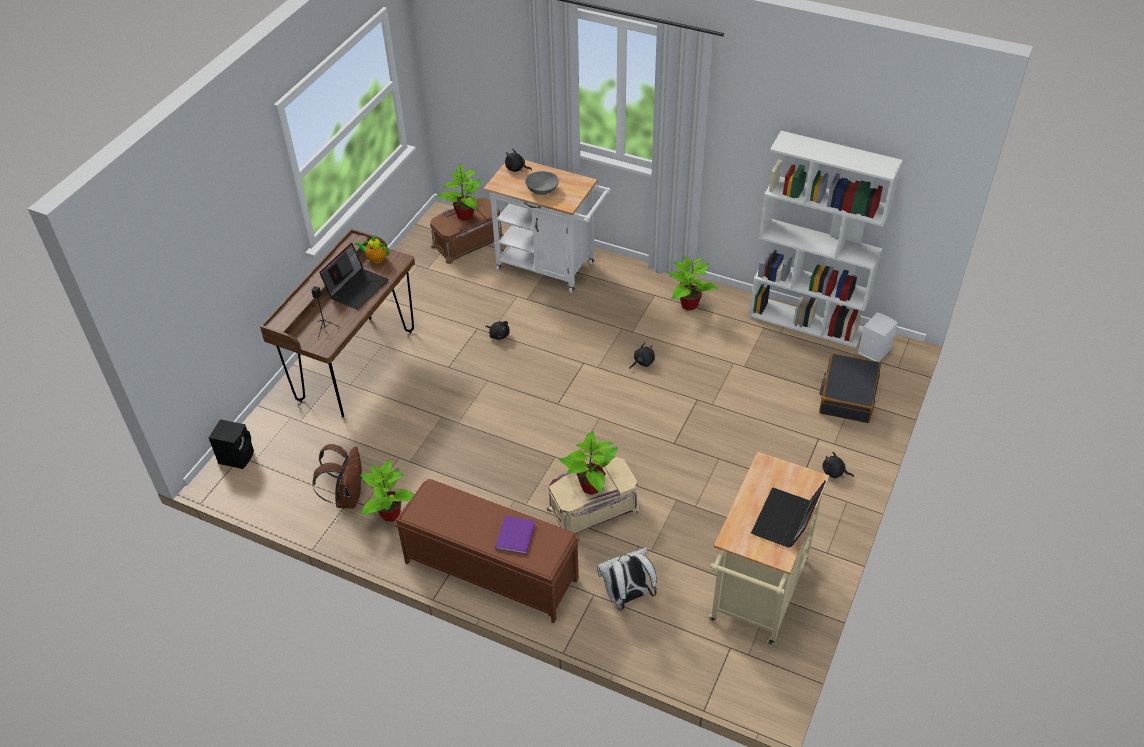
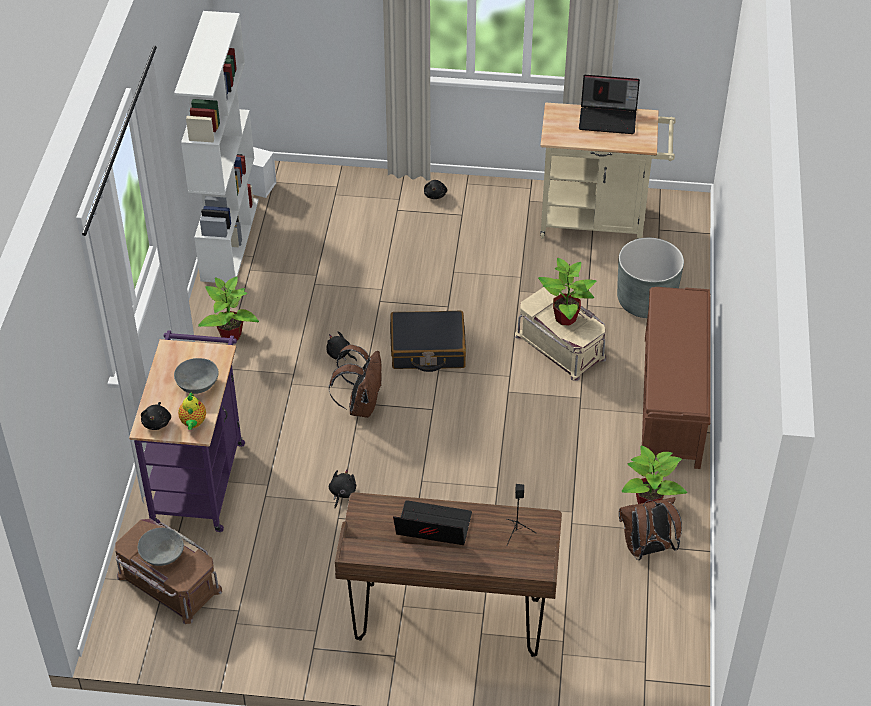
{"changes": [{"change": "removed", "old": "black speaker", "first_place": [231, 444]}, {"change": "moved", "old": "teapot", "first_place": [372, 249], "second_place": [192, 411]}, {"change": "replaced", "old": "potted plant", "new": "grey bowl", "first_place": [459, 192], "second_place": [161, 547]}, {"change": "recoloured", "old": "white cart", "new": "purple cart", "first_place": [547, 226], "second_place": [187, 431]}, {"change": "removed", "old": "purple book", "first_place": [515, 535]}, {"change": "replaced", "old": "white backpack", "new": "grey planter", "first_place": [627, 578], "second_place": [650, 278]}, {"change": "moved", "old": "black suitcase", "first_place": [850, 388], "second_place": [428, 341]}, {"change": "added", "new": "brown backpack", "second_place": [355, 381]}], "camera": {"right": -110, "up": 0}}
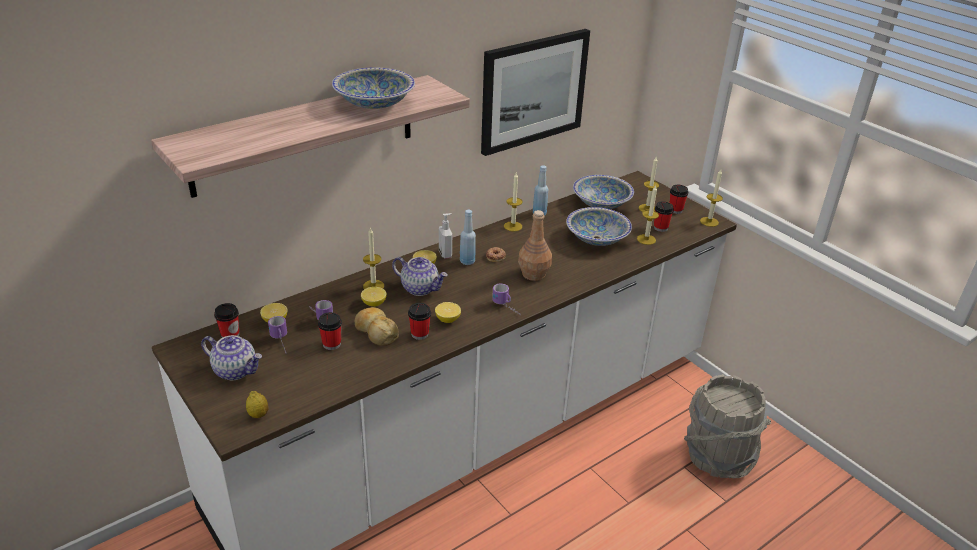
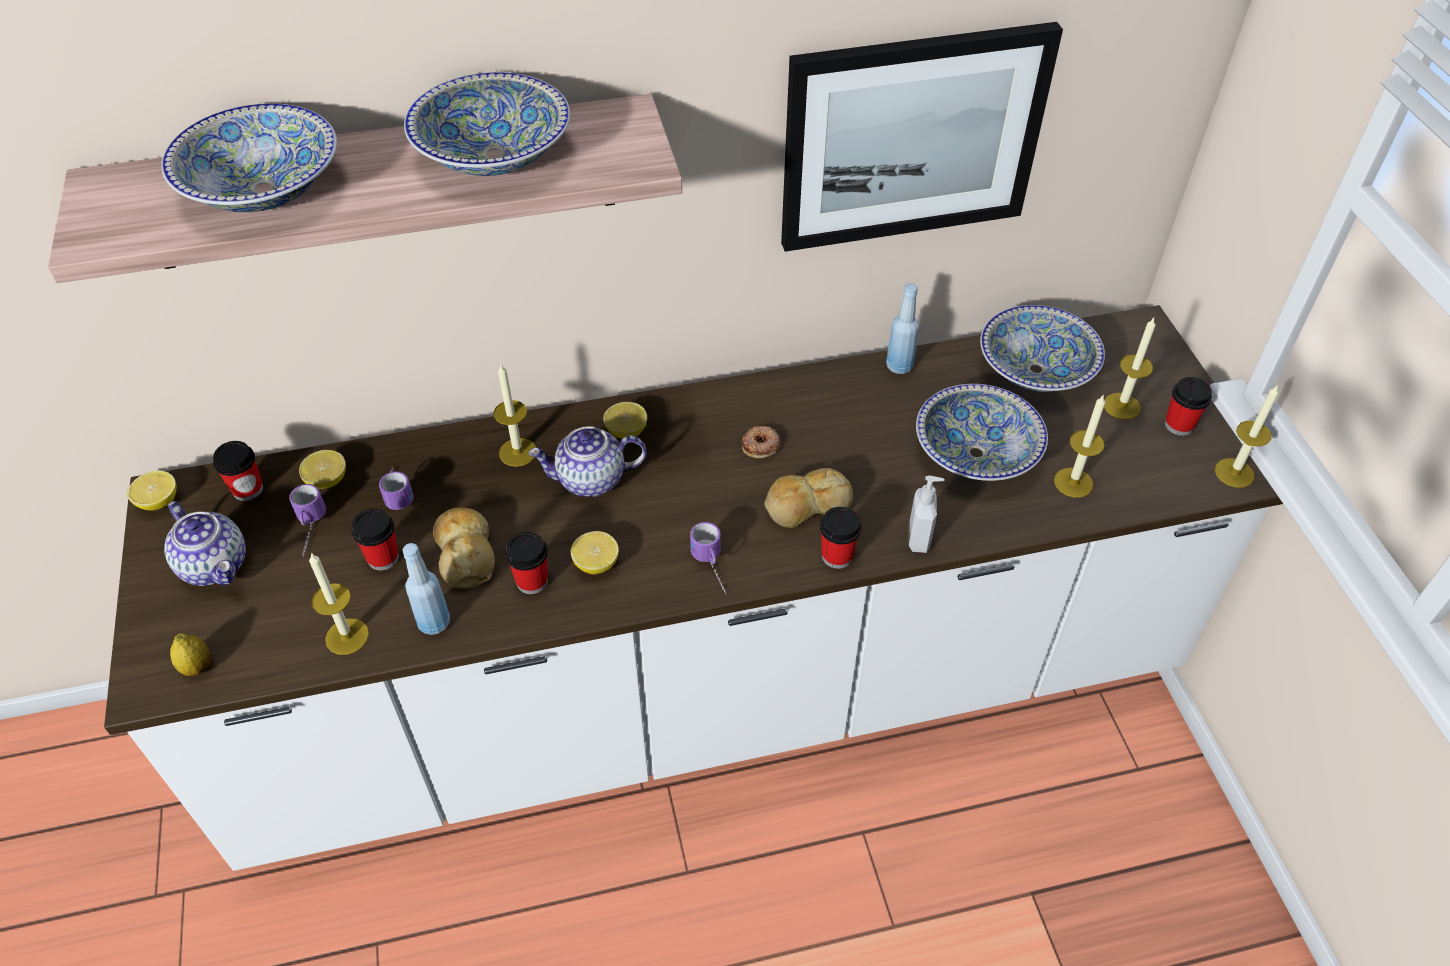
{"changes": [{"change": "moved", "old": "lemon", "first_place": [374, 297], "second_place": [152, 490]}, {"change": "turned", "old": "teapot", "first_place": [420, 276], "second_place": [587, 461], "degrees": 120}, {"change": "moved", "old": "soap dispenser", "first_place": [445, 235], "second_place": [927, 514]}, {"change": "moved", "old": "blue bottle", "first_place": [468, 237], "second_place": [426, 589]}, {"change": "moved", "old": "candle", "first_place": [513, 202], "second_place": [339, 604]}, {"change": "replaced", "old": "brown bottle", "new": "bread", "first_place": [535, 245], "second_place": [808, 498]}, {"change": "moved", "old": "cup", "first_place": [664, 216], "second_place": [841, 538]}, {"change": "removed", "old": "grey bucket", "first_place": [727, 426]}, {"change": "added", "new": "bowl", "second_place": [249, 157]}], "camera": {"right": 25, "up": 15}}
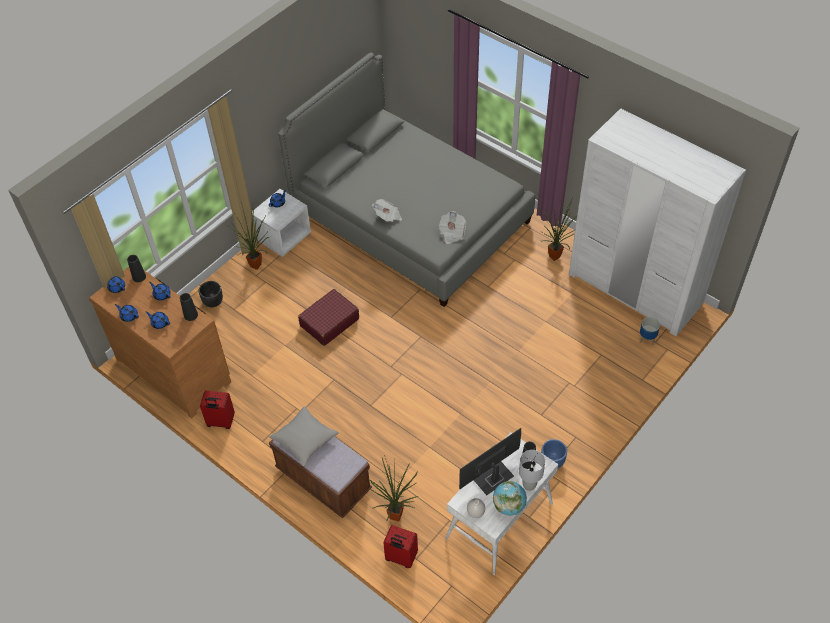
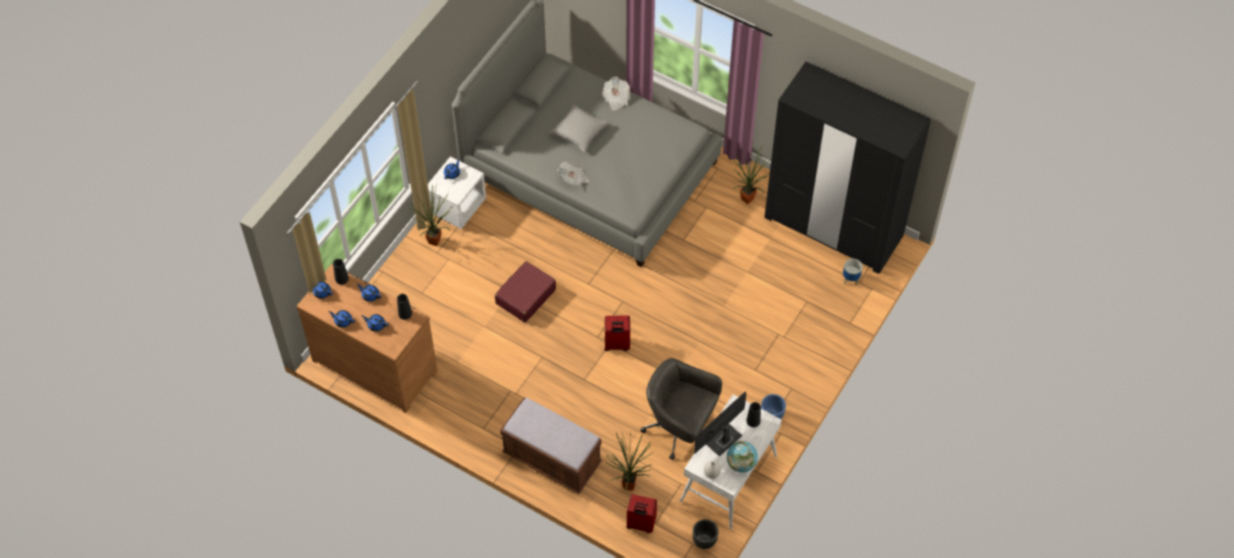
{"changes": [{"change": "moved", "old": "black planter", "first_place": [211, 294], "second_place": [706, 534]}, {"change": "moved", "old": "red suitcase", "first_place": [217, 410], "second_place": [617, 333]}, {"change": "moved", "old": "grey pillow", "first_place": [304, 436], "second_place": [579, 128]}, {"change": "moved", "old": "newspaper", "first_place": [452, 227], "second_place": [616, 94]}, {"change": "removed", "old": "grey table lamp", "first_place": [532, 470]}, {"change": "recoloured", "old": "white wardrobe", "new": "black wardrobe", "first_place": [657, 222], "second_place": [847, 168]}, {"change": "added", "new": "grey office chair", "second_place": [681, 409]}], "camera": {"right": -10, "up": 5}}
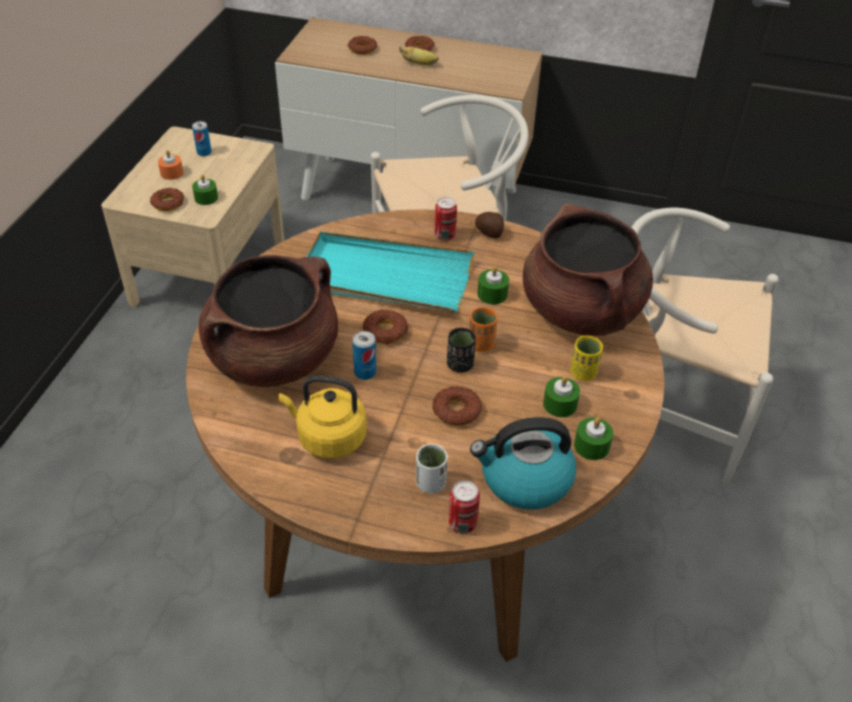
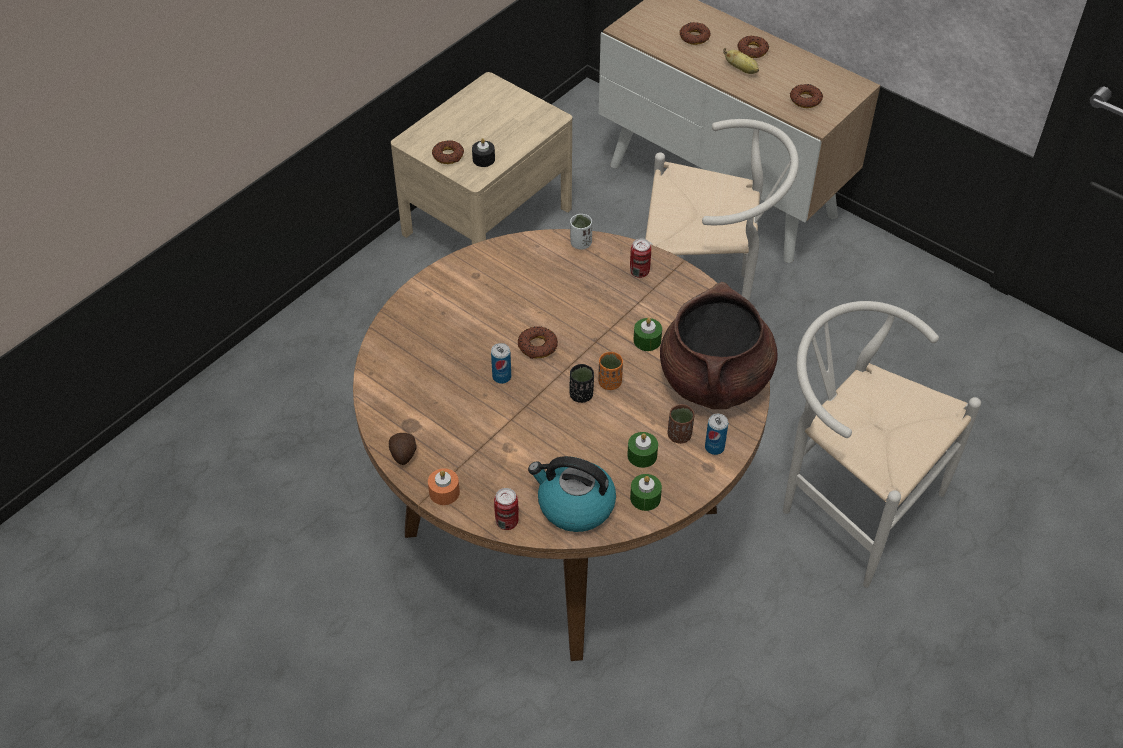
{"changes": [{"change": "moved", "old": "orange candle", "first_place": [170, 165], "second_place": [444, 486]}, {"change": "moved", "old": "can", "first_place": [202, 138], "second_place": [716, 434]}, {"change": "recoloured", "old": "green candle", "new": "black candle", "first_place": [205, 190], "second_place": [483, 152]}, {"change": "removed", "old": "brown cooking pot", "first_place": [268, 321]}, {"change": "removed", "old": "yellow kettle", "first_place": [323, 417]}, {"change": "removed", "old": "turquoise tray", "first_place": [390, 271]}, {"change": "moved", "old": "white cup", "first_place": [432, 468], "second_place": [581, 232]}, {"change": "moved", "old": "donut", "first_place": [457, 406], "second_place": [806, 96]}, {"change": "moved", "old": "potato", "first_place": [489, 225], "second_place": [403, 449]}, {"change": "recoloured", "old": "yellow cup", "new": "brown cup", "first_place": [586, 358], "second_place": [681, 424]}], "camera": {"right": 25, "up": 5}}
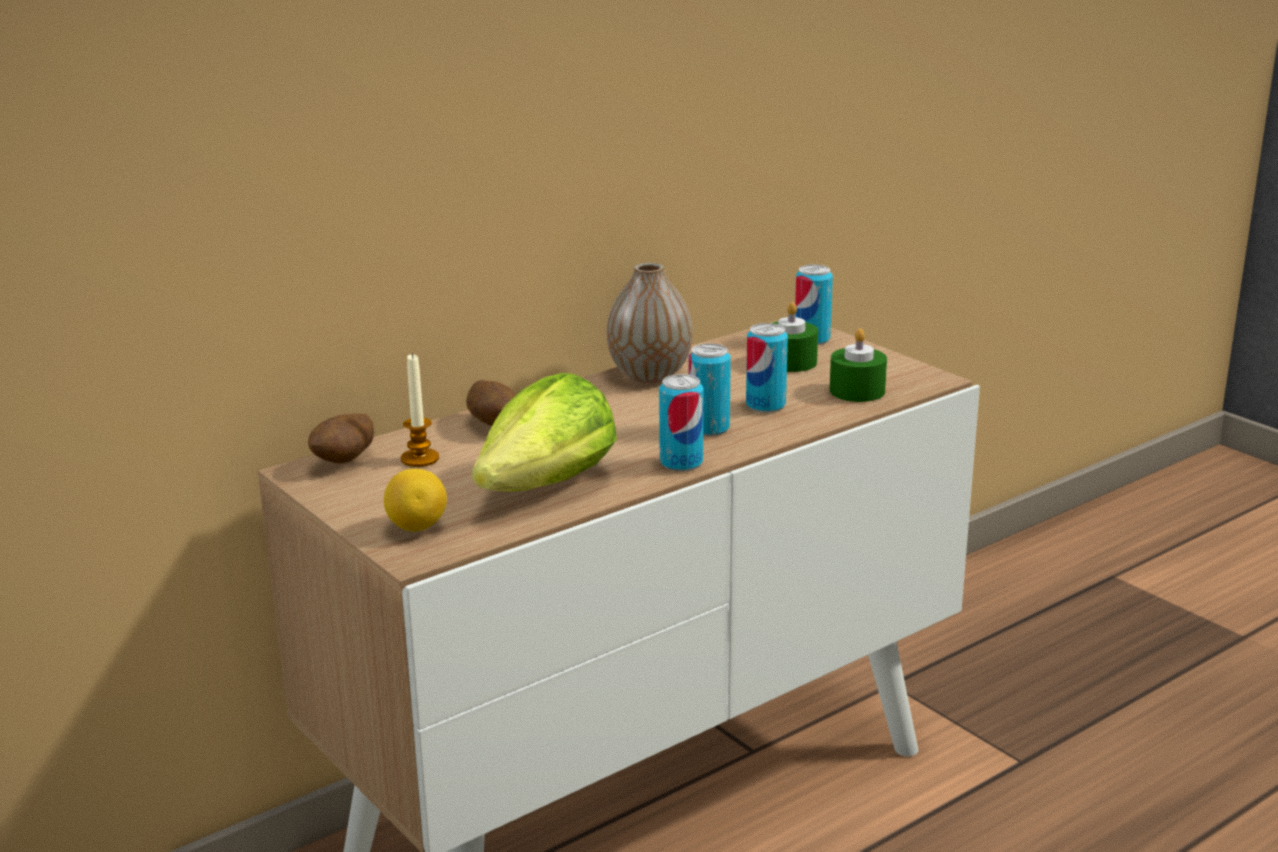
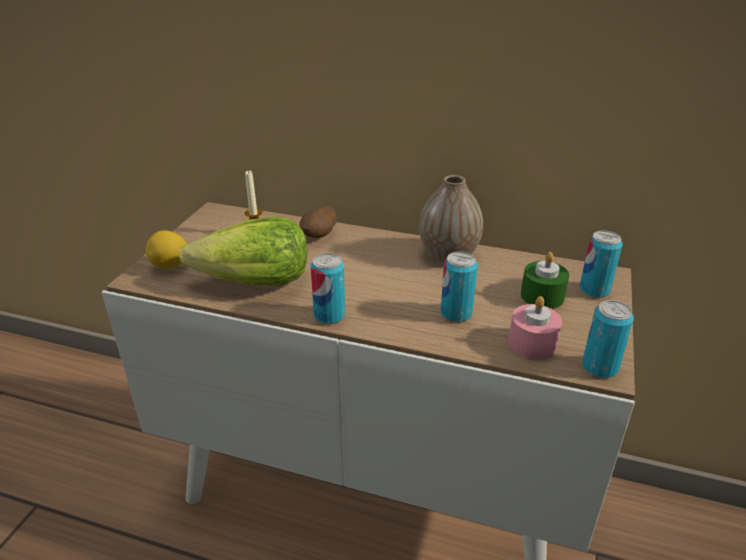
{"changes": [{"change": "removed", "old": "potato", "first_place": [341, 438]}, {"change": "moved", "old": "can", "first_place": [710, 390], "second_place": [608, 339]}, {"change": "recoloured", "old": "green candle", "new": "pink candle", "first_place": [858, 365], "second_place": [535, 327]}], "camera": {"right": 55, "up": 10}}
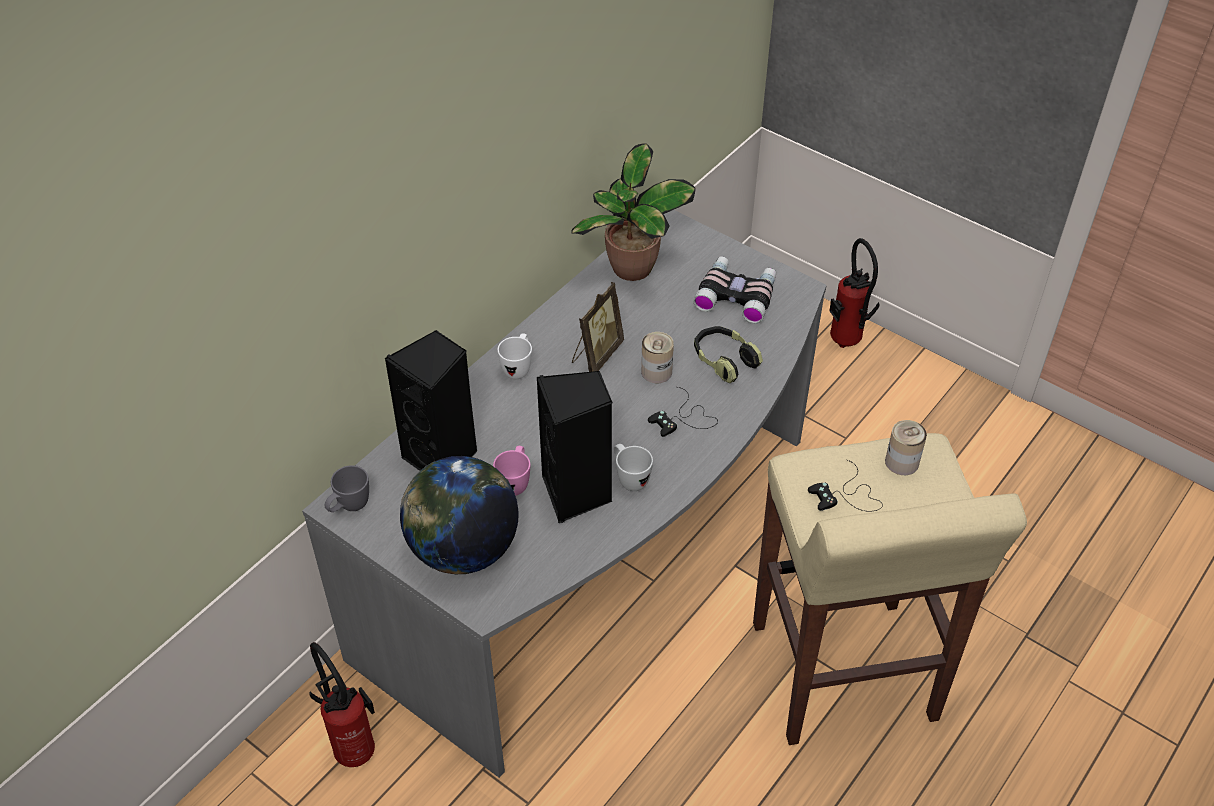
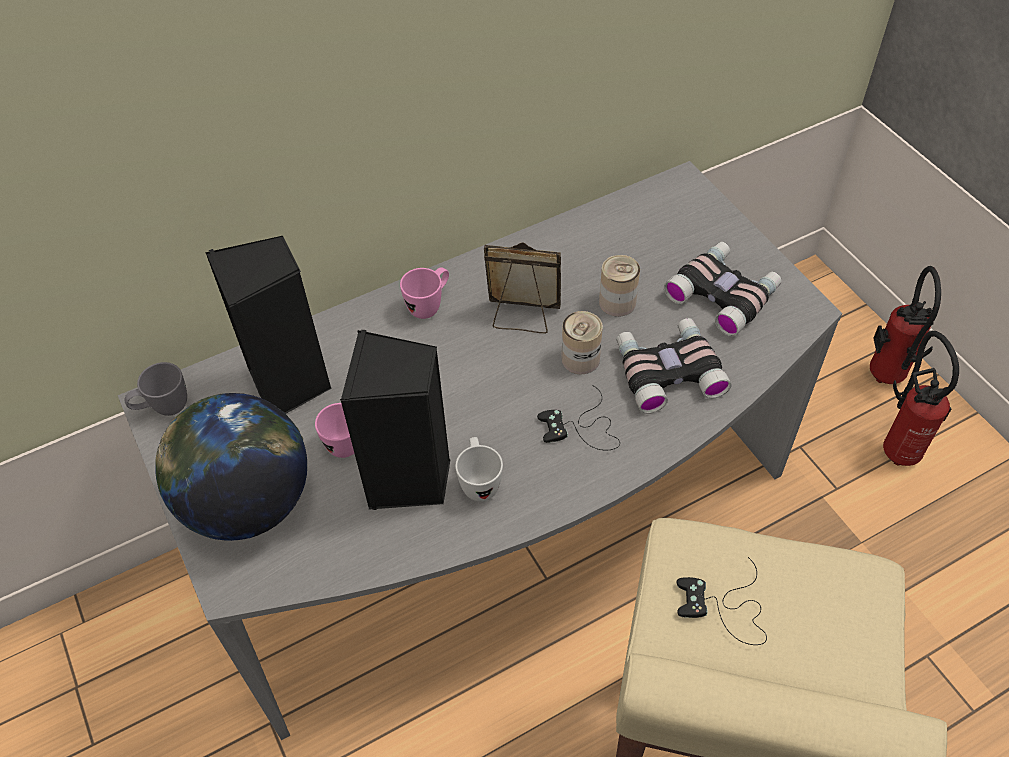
{"changes": [{"change": "moved", "old": "fire extinguisher", "first_place": [342, 704], "second_place": [921, 398]}, {"change": "recoloured", "old": "white mug", "new": "pink mug", "first_place": [514, 356], "second_place": [424, 293]}, {"change": "removed", "old": "potted plant", "first_place": [633, 212]}, {"change": "turned", "old": "picture frame", "first_place": [598, 327], "second_place": [522, 287], "degrees": -135}, {"change": "replaced", "old": "headphones", "new": "binoculars", "first_place": [728, 354], "second_place": [674, 366]}, {"change": "moved", "old": "can", "first_place": [906, 447], "second_place": [619, 286]}], "camera": {"right": 25, "up": 5}}
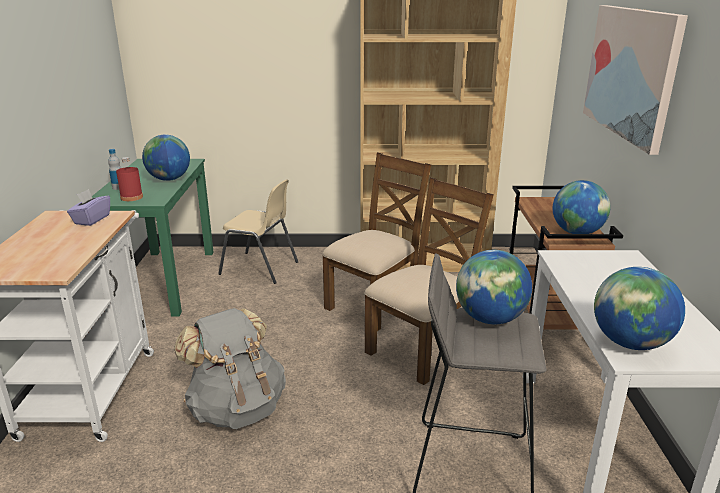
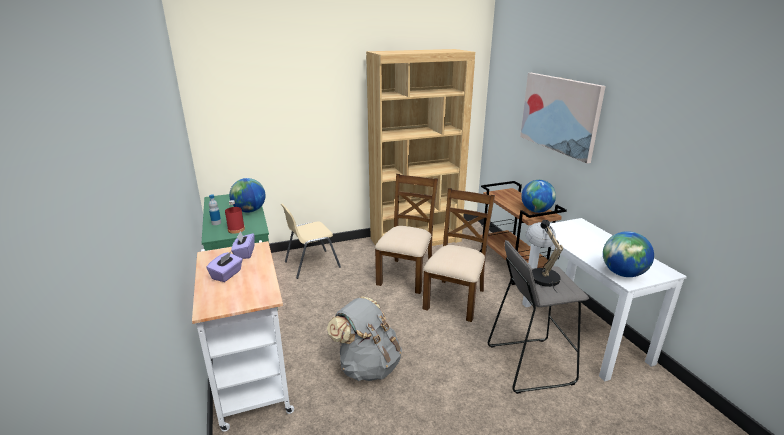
{"changes": [{"change": "turned", "old": "beige chair", "first_place": [258, 231], "second_place": [311, 241], "degrees": 150}, {"change": "replaced", "old": "globe", "new": "table lamp", "first_place": [494, 287], "second_place": [544, 256]}, {"change": "added", "new": "purple tissue box", "second_place": [224, 267]}], "camera": {"right": -20, "up": 0}}
